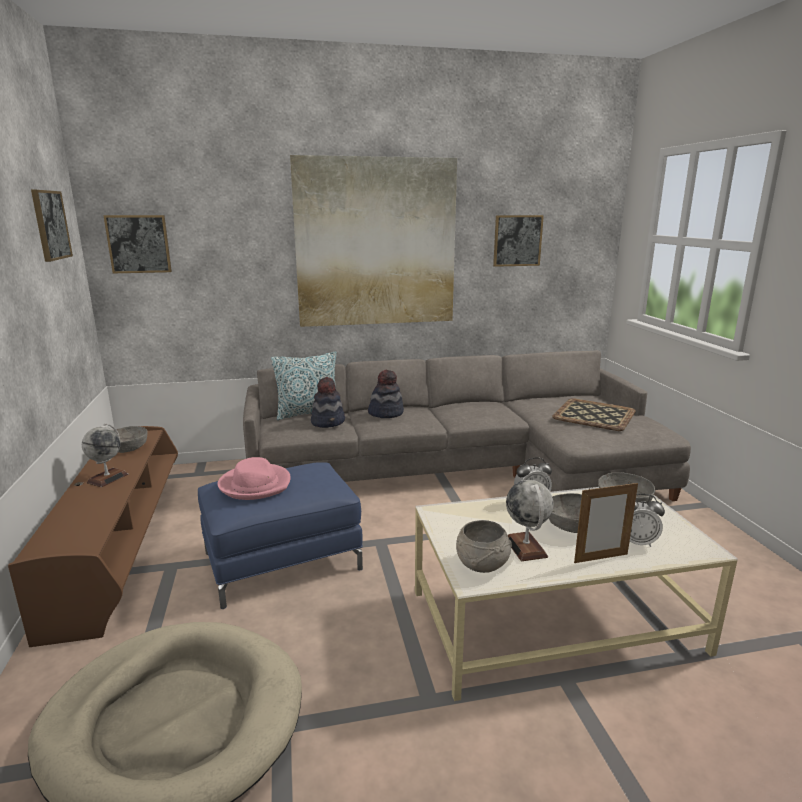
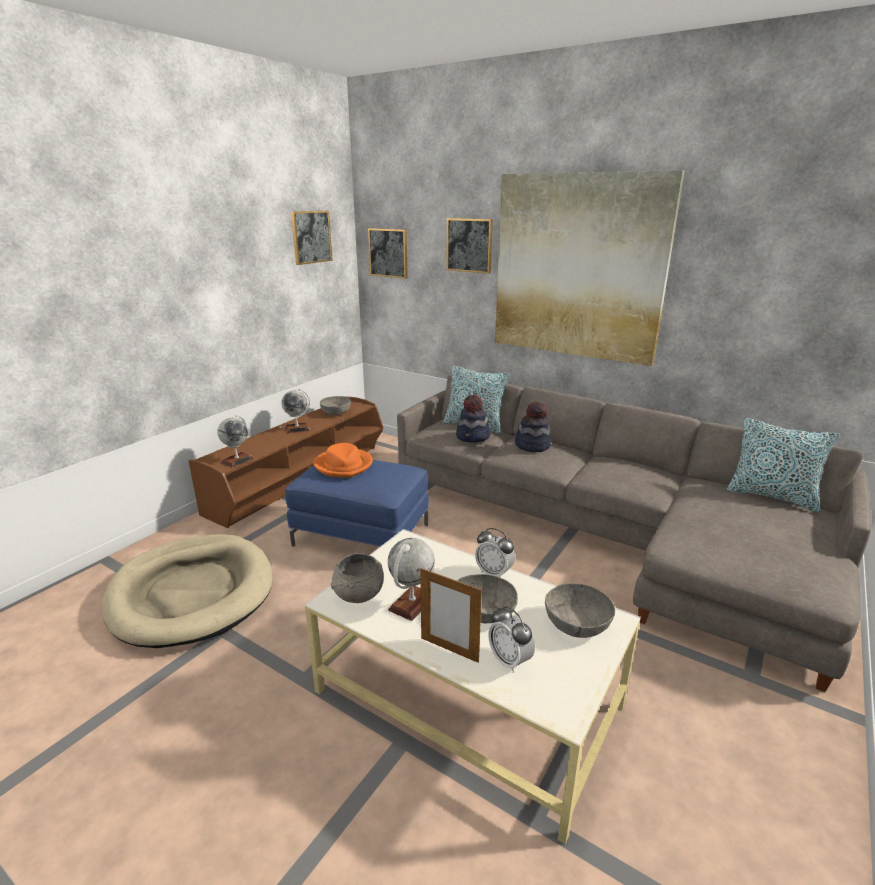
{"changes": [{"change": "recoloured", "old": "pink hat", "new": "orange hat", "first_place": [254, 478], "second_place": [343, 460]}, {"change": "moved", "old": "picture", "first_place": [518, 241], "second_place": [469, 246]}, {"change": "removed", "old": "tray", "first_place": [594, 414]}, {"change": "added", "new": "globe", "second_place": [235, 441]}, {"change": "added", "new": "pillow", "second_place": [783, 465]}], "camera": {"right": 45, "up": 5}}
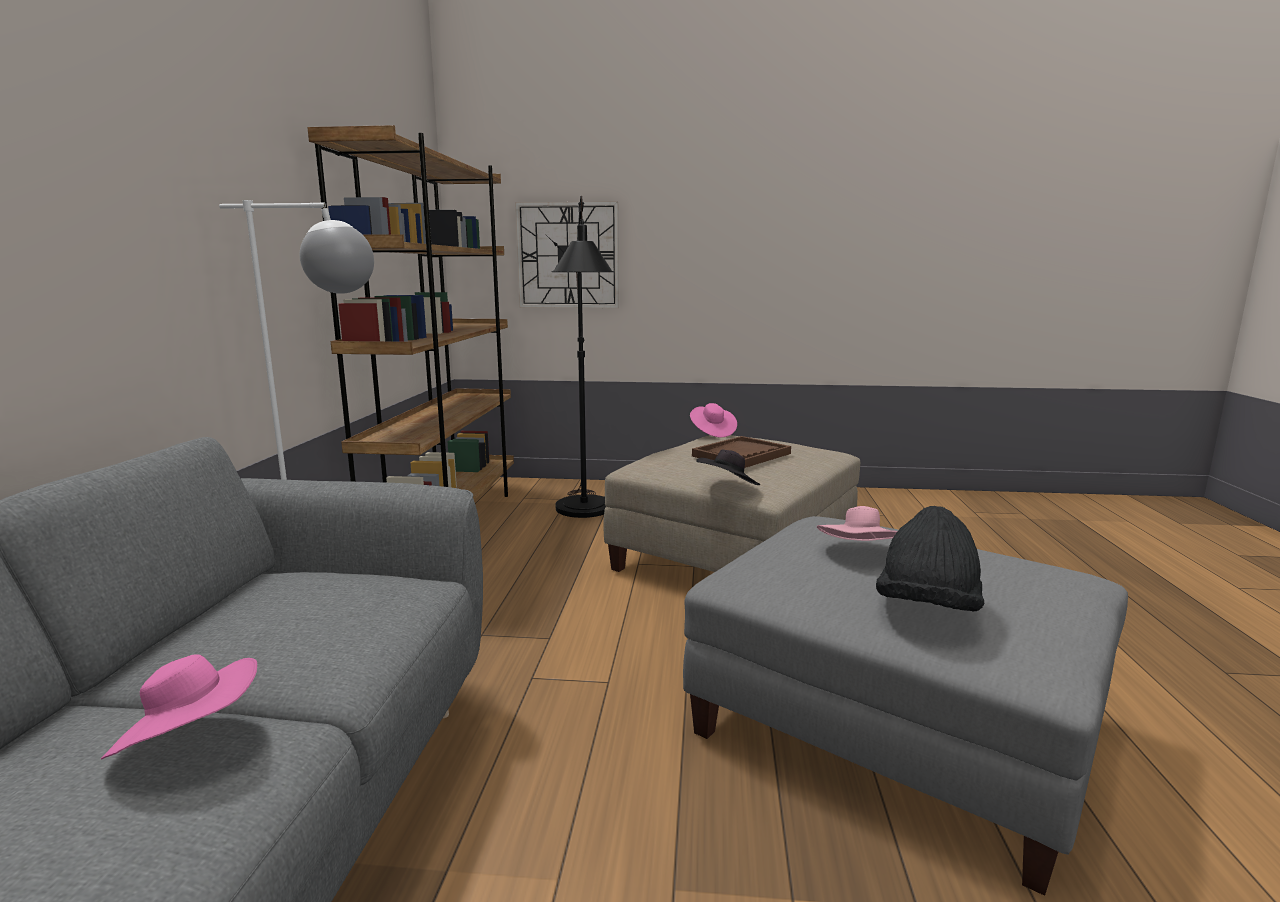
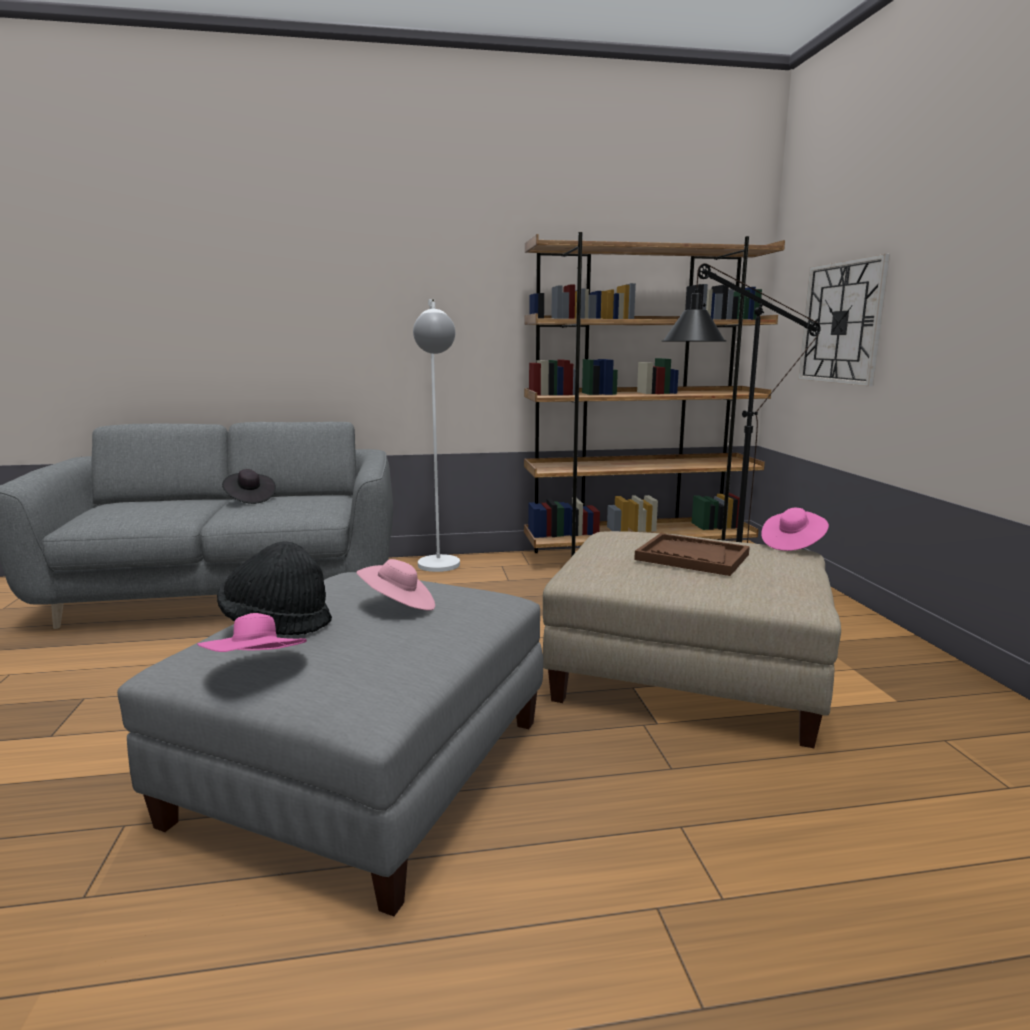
{"changes": [{"change": "moved", "old": "pink hat", "first_place": [179, 707], "second_place": [252, 632]}, {"change": "moved", "old": "black hat", "first_place": [728, 467], "second_place": [249, 486]}], "camera": {"right": 75, "up": 0}}
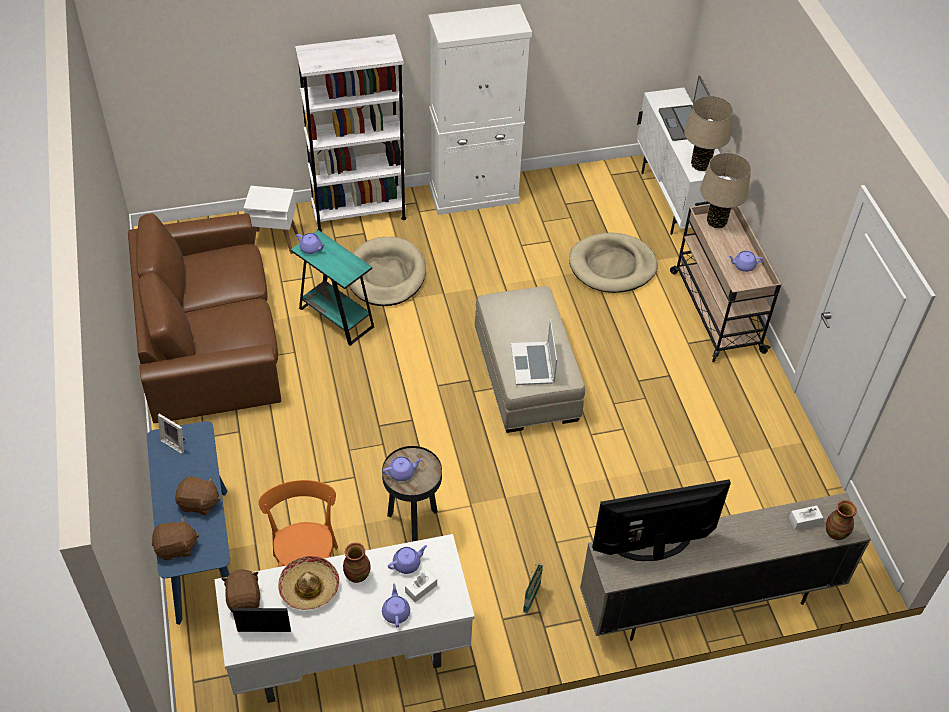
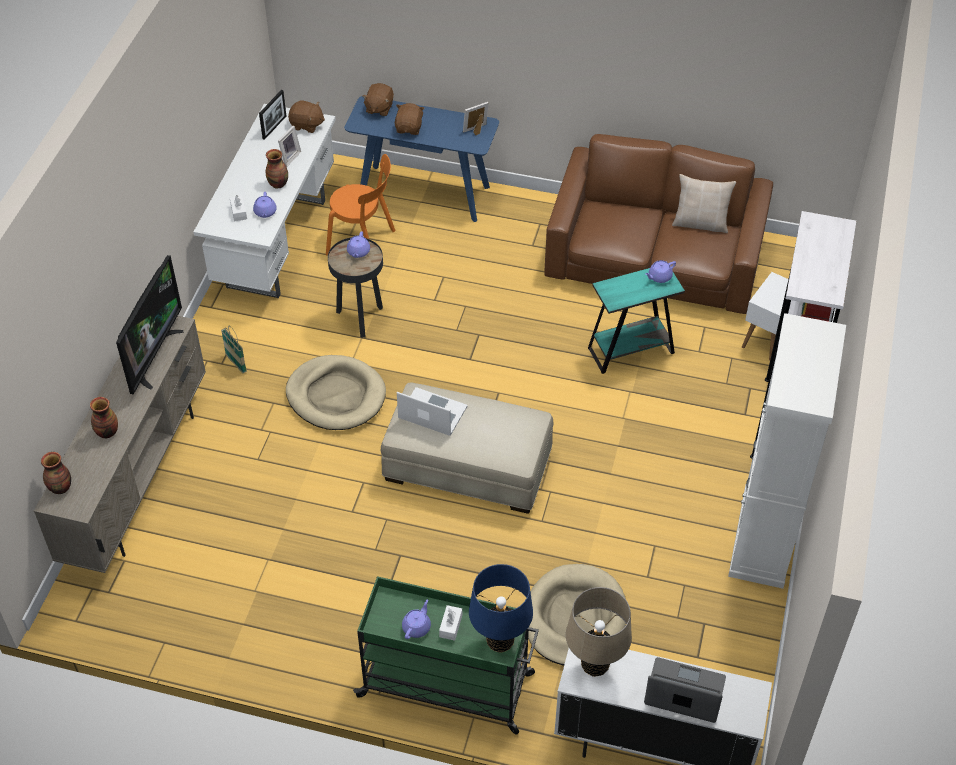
{"changes": [{"change": "turned", "old": "brown plush toy", "first_place": [198, 495], "second_place": [409, 119], "degrees": 150}, {"change": "replaced", "old": "hat", "new": "picture frame", "first_place": [308, 583], "second_place": [289, 146]}, {"change": "moved", "old": "beige dog bed", "first_place": [387, 271], "second_place": [336, 392]}, {"change": "removed", "old": "purple teapot", "first_place": [396, 605]}, {"change": "recoloured", "old": "beige cart", "new": "green cart", "first_place": [725, 281], "second_place": [446, 655]}, {"change": "recoloured", "old": "beige table lamp", "new": "blue table lamp", "first_place": [725, 190], "second_place": [501, 608]}, {"change": "moved", "old": "white tissue box", "first_place": [806, 518], "second_place": [450, 623]}, {"change": "added", "new": "vase", "second_place": [104, 417]}, {"change": "added", "new": "beige pillow", "second_place": [704, 203]}], "camera": {"right": 120, "up": 0}}
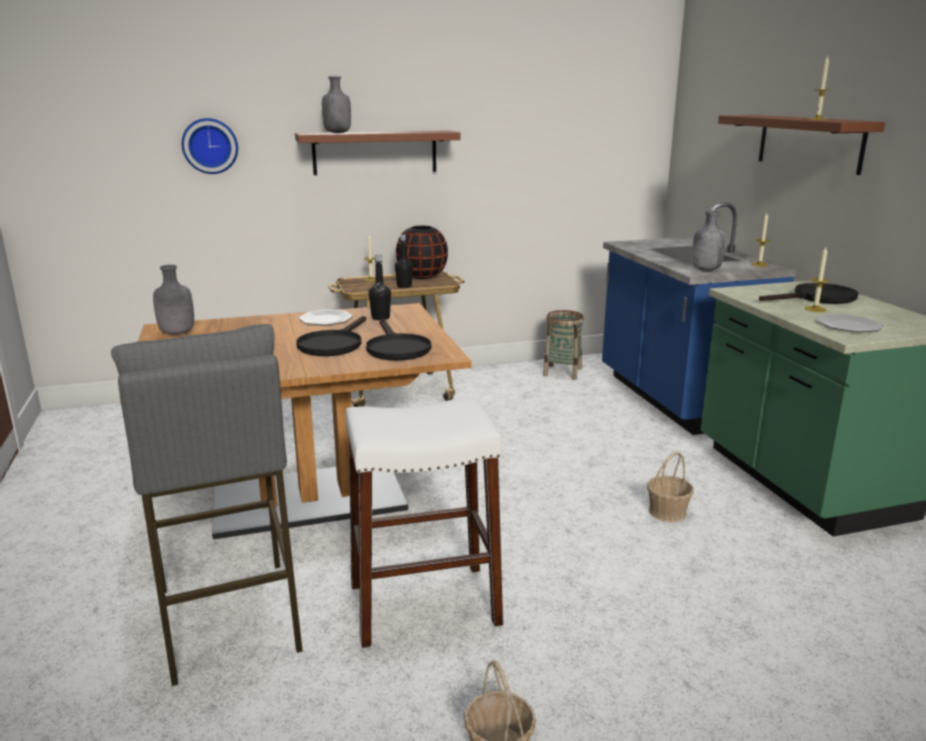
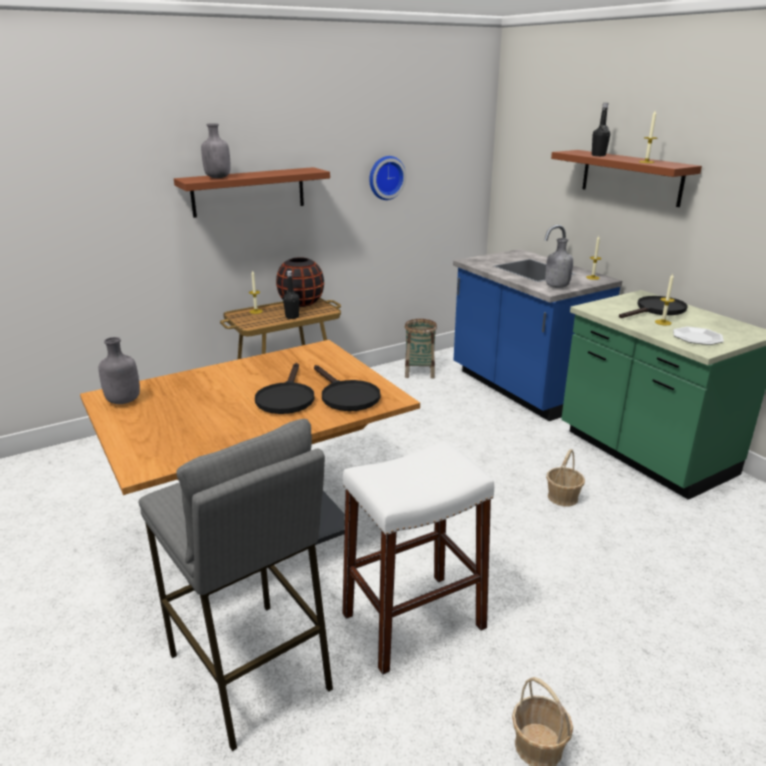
{"changes": [{"change": "moved", "old": "wall clock", "first_place": [210, 146], "second_place": [387, 178]}, {"change": "removed", "old": "plate", "first_place": [325, 317]}, {"change": "moved", "old": "black bottle", "first_place": [380, 287], "second_place": [601, 129]}], "camera": {"right": -15, "up": 5}}
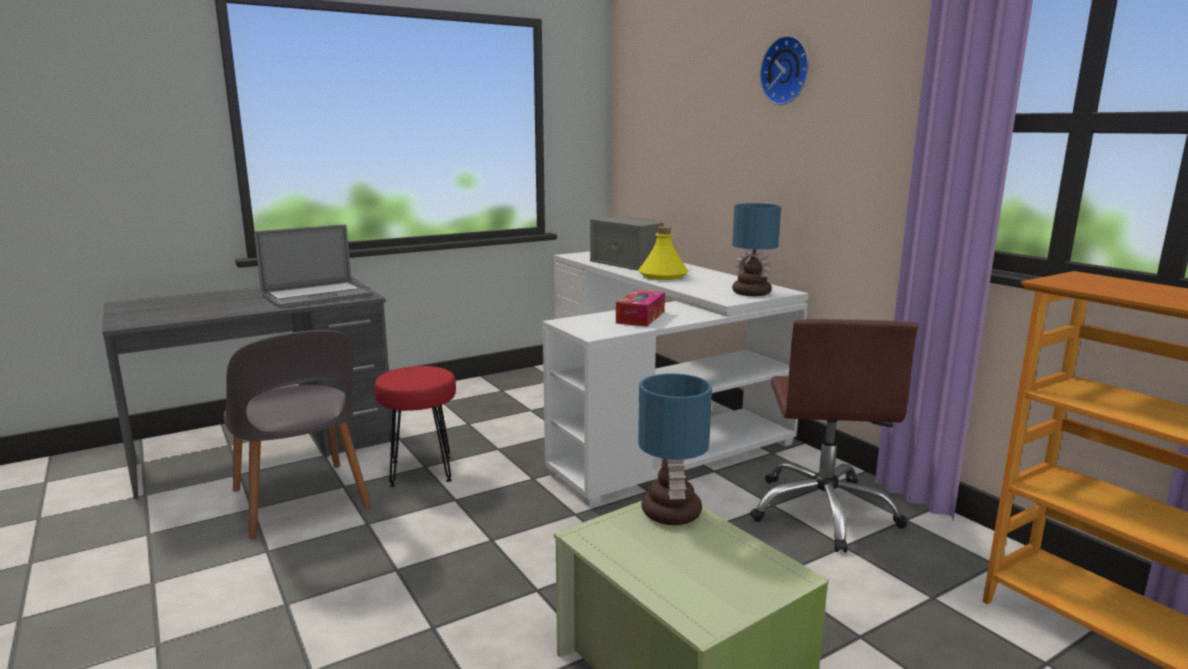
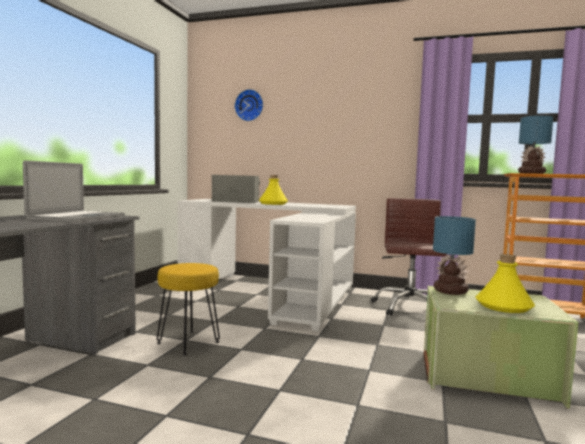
{"changes": [{"change": "removed", "old": "grey chair", "first_place": [297, 434]}, {"change": "recoloured", "old": "red stool", "new": "yellow stool", "first_place": [415, 426], "second_place": [188, 309]}, {"change": "removed", "old": "tissue box", "first_place": [640, 308]}, {"change": "moved", "old": "table lamp", "first_place": [756, 249], "second_place": [535, 144]}, {"change": "turned", "old": "brown office chair", "first_place": [834, 435], "second_place": [409, 257], "degrees": -135}, {"change": "moved", "old": "wall clock", "first_place": [784, 70], "second_place": [248, 105]}, {"change": "added", "new": "yellow bottle", "second_place": [505, 283]}], "camera": {"right": -40, "up": -10}}
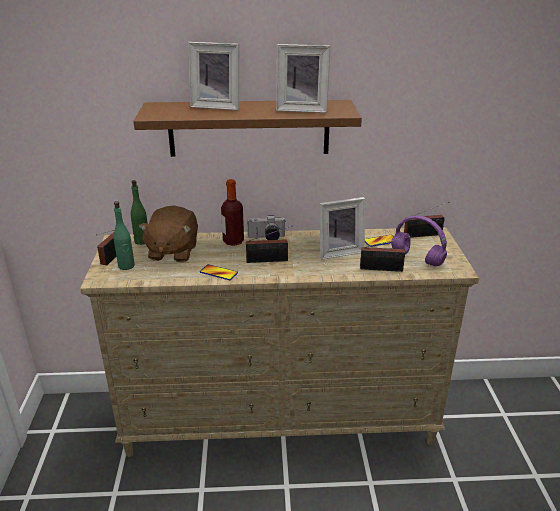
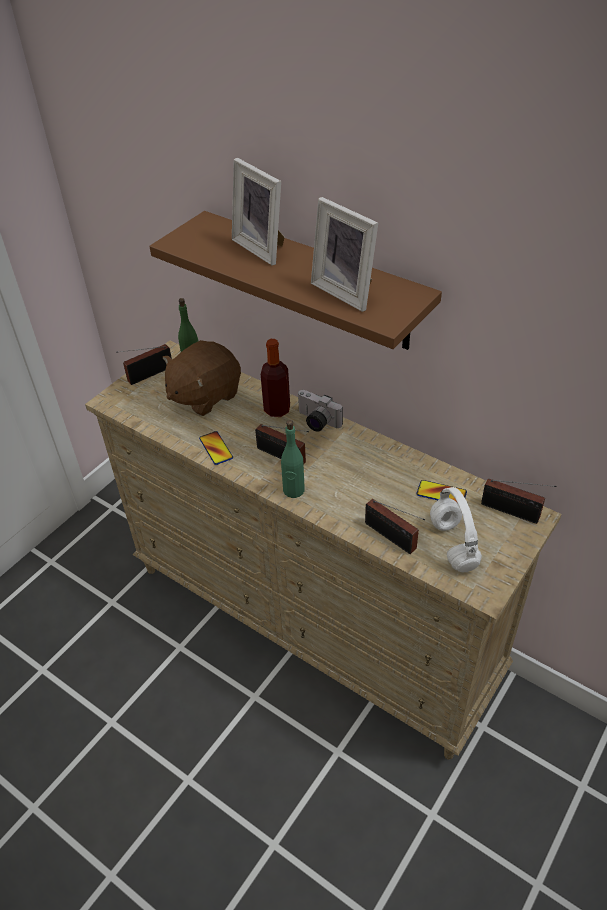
{"changes": [{"change": "moved", "old": "green bottle", "first_place": [124, 235], "second_place": [293, 459]}, {"change": "removed", "old": "picture frame", "first_place": [342, 228]}, {"change": "recoloured", "old": "purple headphones", "new": "white headphones", "first_place": [419, 240], "second_place": [456, 529]}], "camera": {"right": 40, "up": 15}}
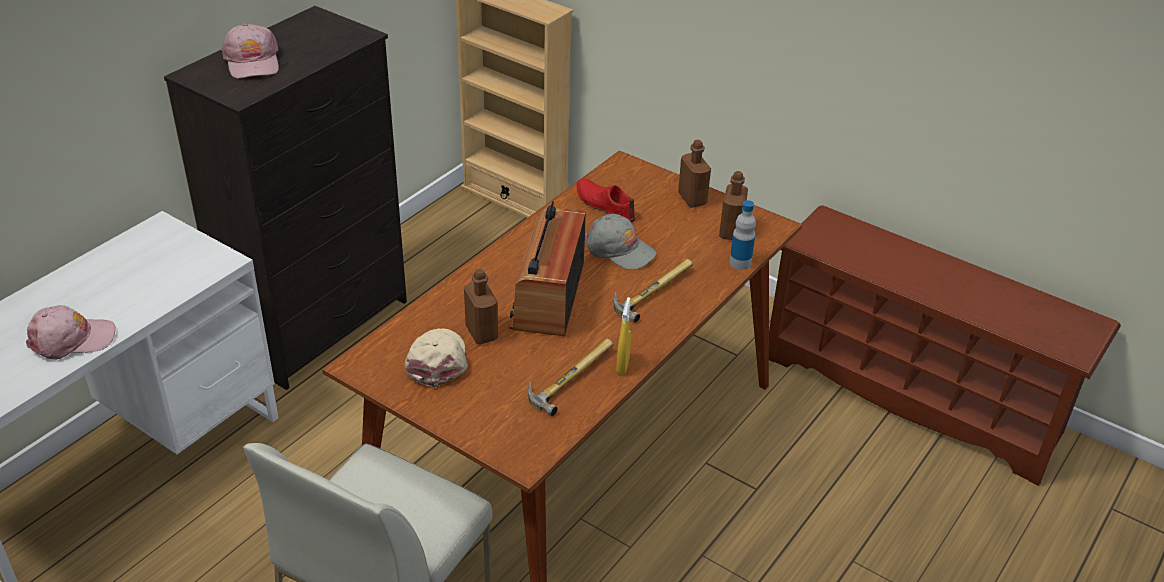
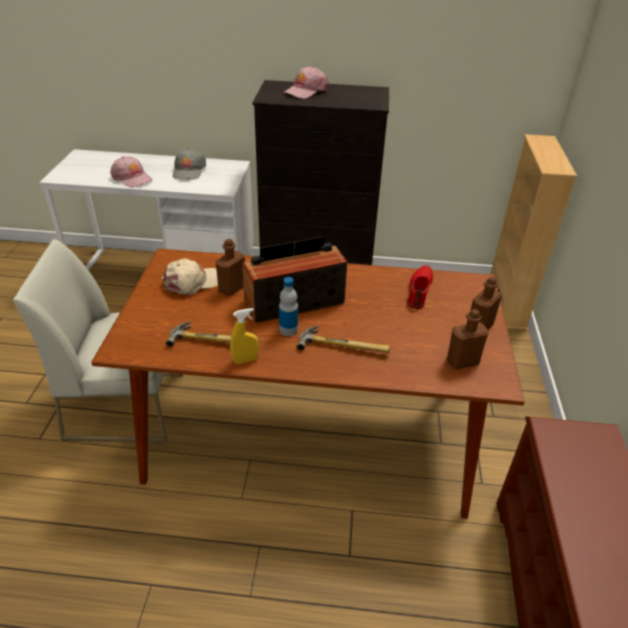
{"changes": [{"change": "moved", "old": "grey cap", "first_place": [621, 242], "second_place": [189, 163]}, {"change": "moved", "old": "bottle", "first_place": [742, 235], "second_place": [288, 306]}], "camera": {"right": 60, "up": 0}}
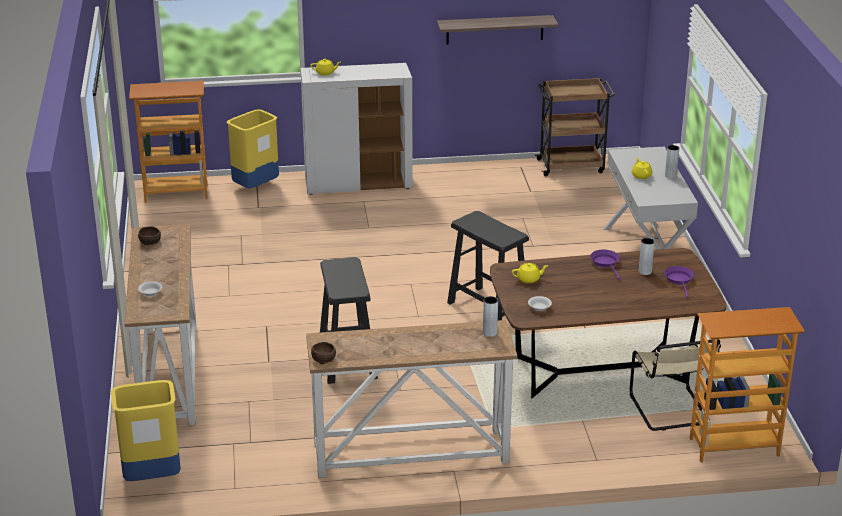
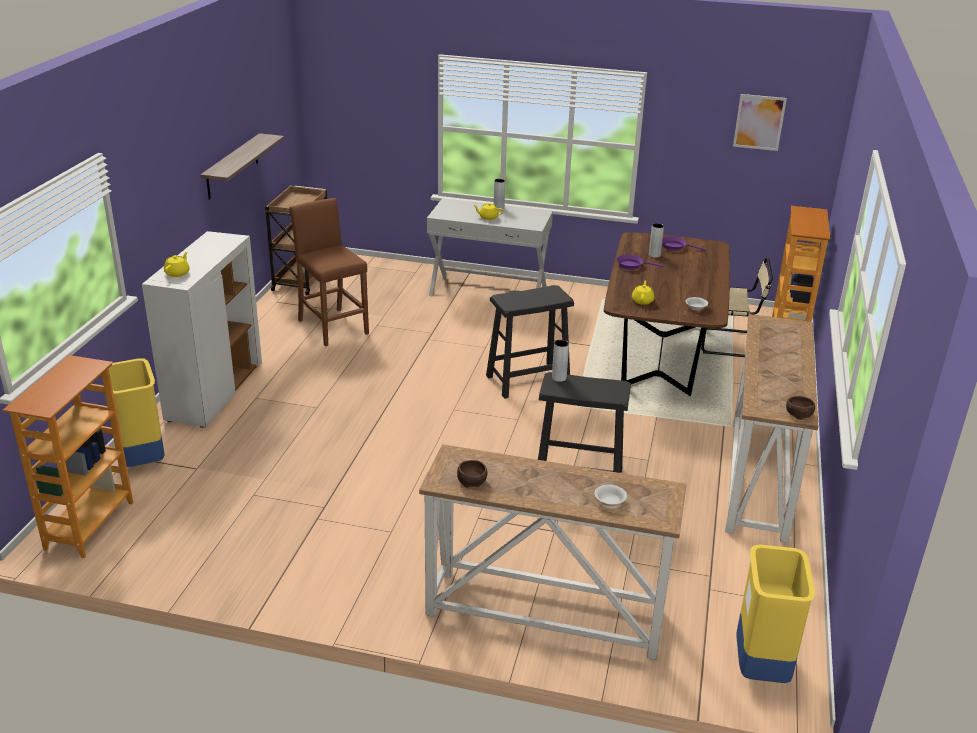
{"changes": [{"change": "moved", "old": "grey vase", "first_place": [490, 316], "second_place": [560, 361]}, {"change": "added", "new": "brown stool", "second_place": [329, 272]}, {"change": "added", "new": "picture", "second_place": [760, 122]}], "camera": {"right": -70, "up": 0}}
